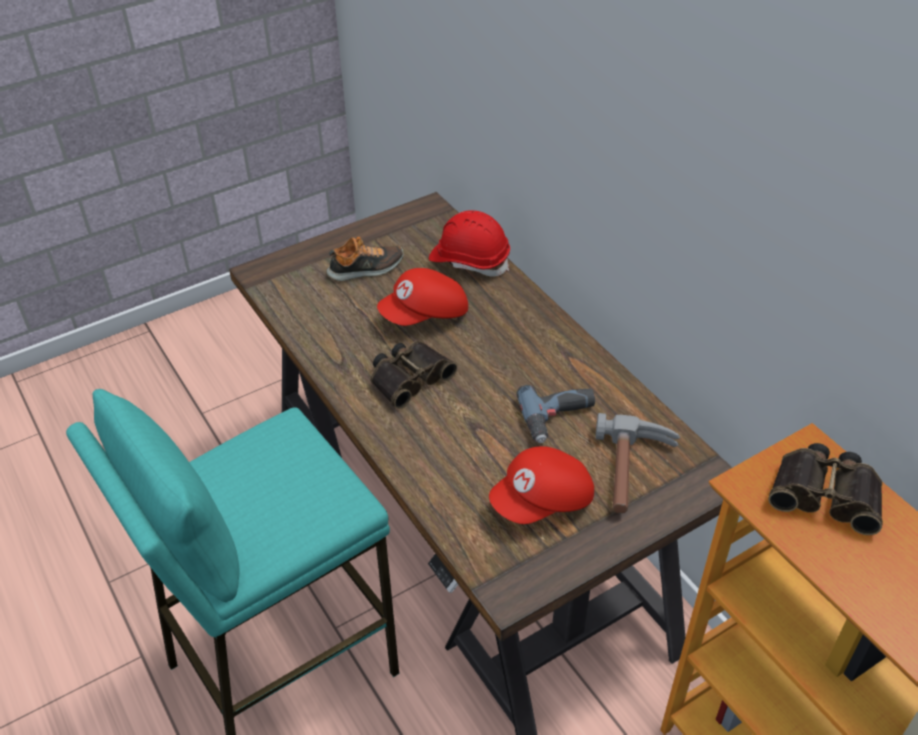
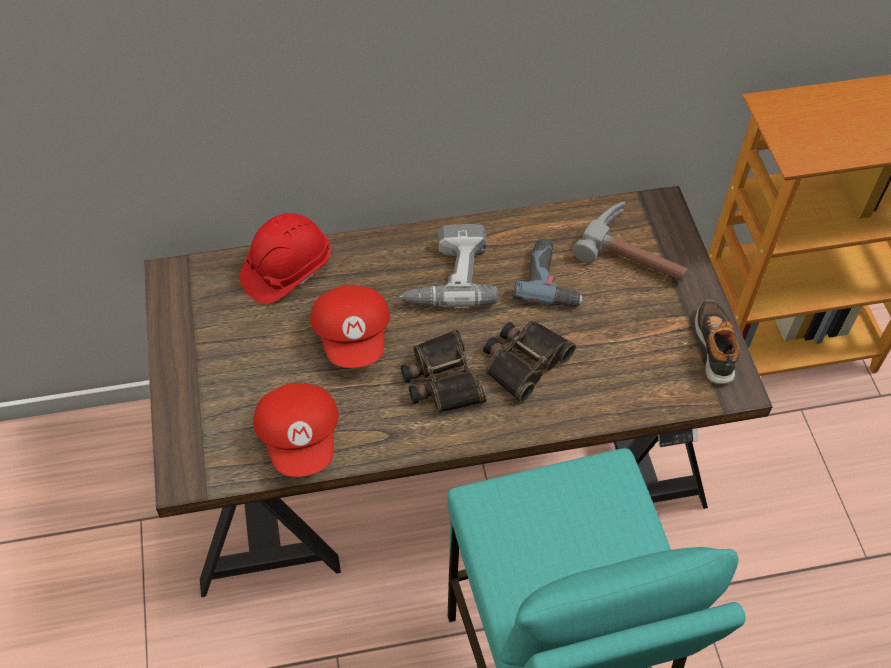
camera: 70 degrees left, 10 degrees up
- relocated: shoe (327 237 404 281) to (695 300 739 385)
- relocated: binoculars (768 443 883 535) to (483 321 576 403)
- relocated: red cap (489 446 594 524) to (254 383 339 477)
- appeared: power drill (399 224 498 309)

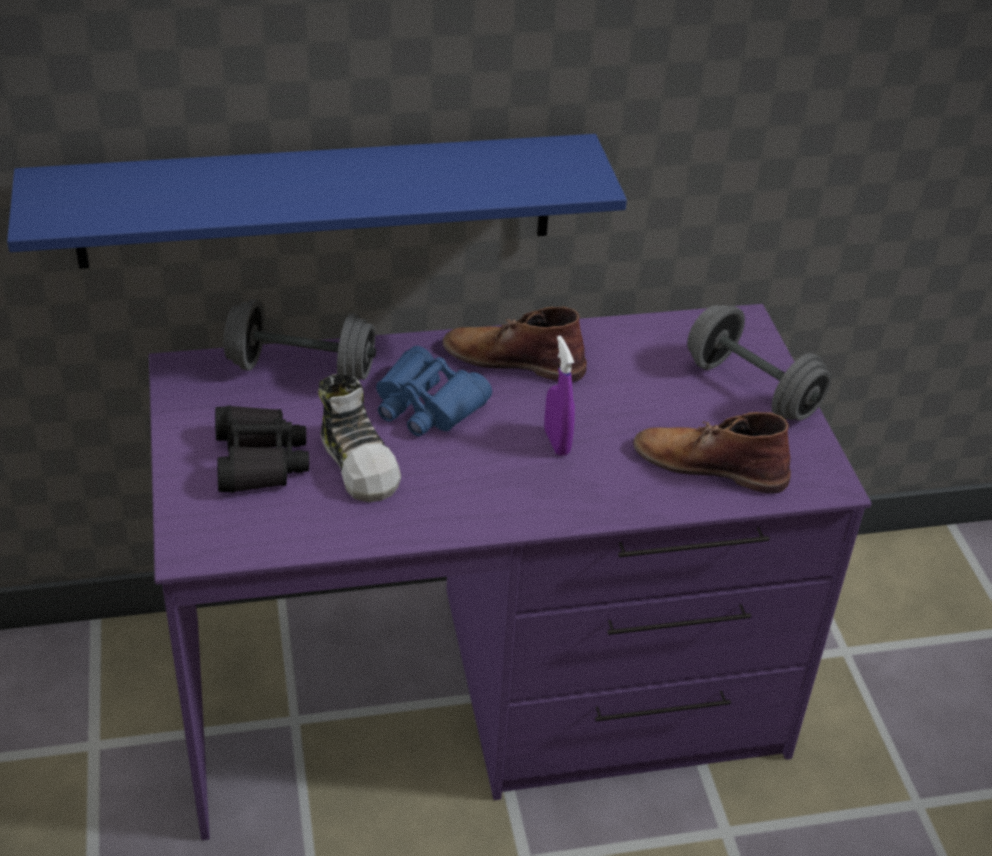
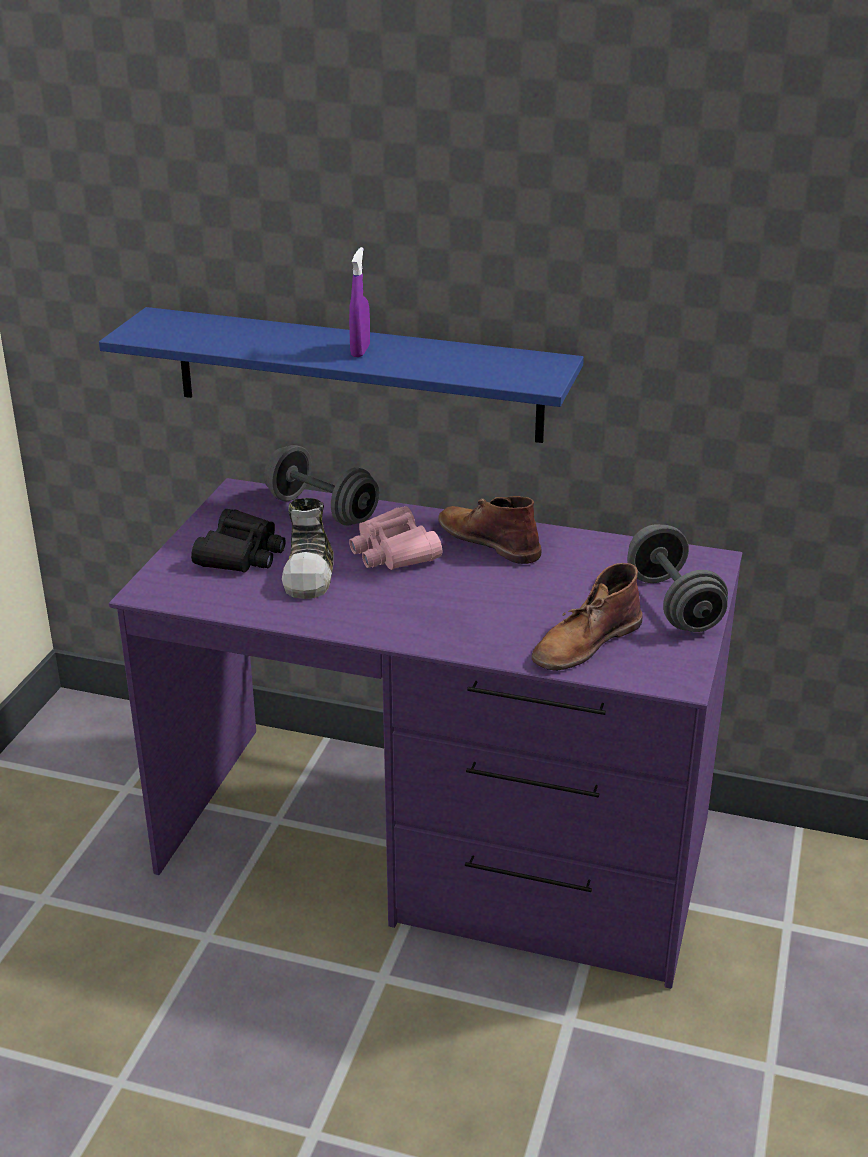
camera: 30 degrees right, 10 degrees down
- relocated: purple spray bottle (544 336 575 456) to (349 247 370 357)
- colour: blue binoculars (376 346 492 436) to pink binoculars (349 506 442 570)
- spun: brown boot (633 412 791 494) = (532 563 643 671) 90 degrees counterclockwise

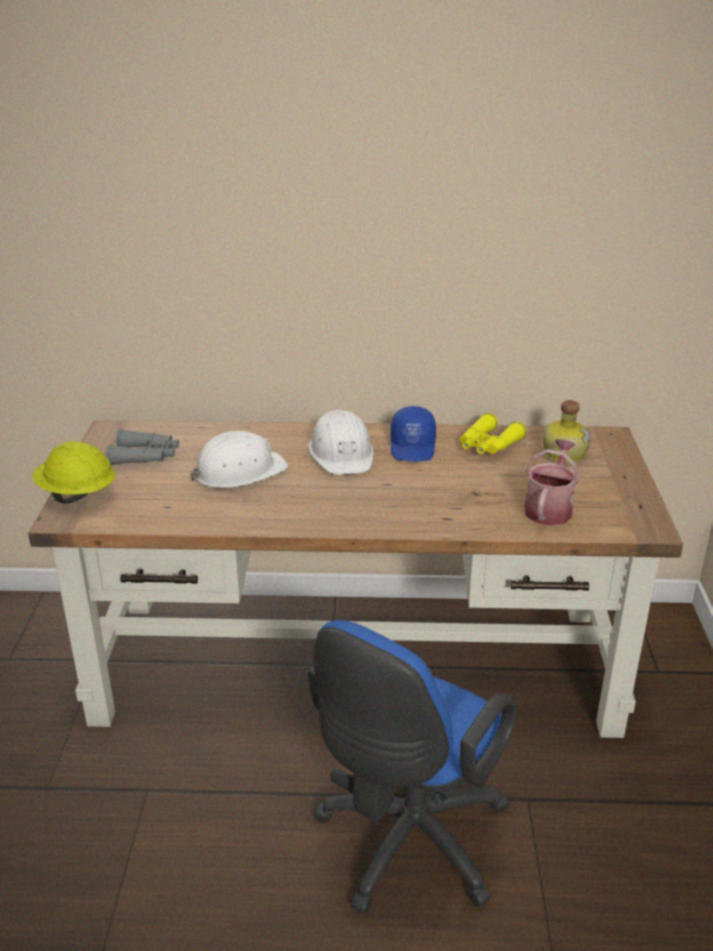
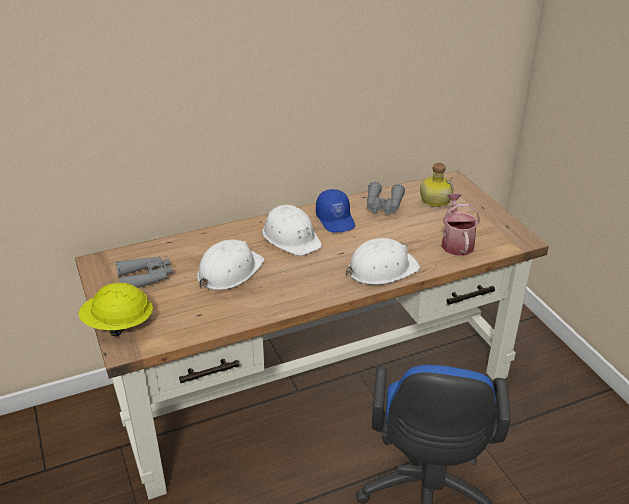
camera: 25 degrees left, 5 degrees up
- colour: yellow binoculars (460 413 527 454) to grey binoculars (367 182 405 214)
- appeared: white hard hat (346 238 420 285)

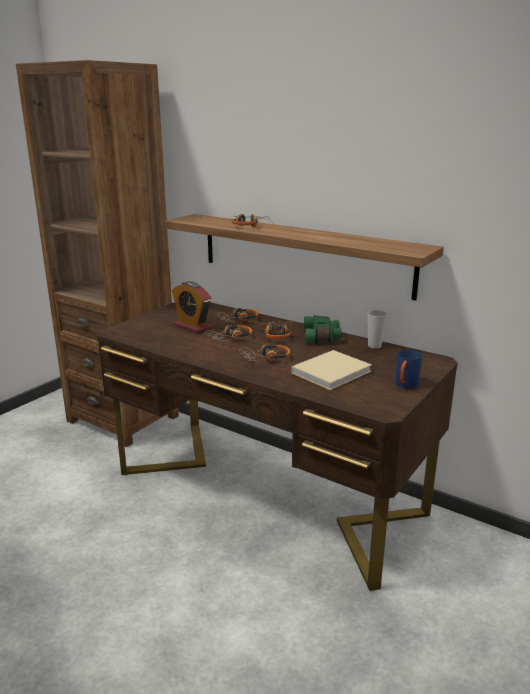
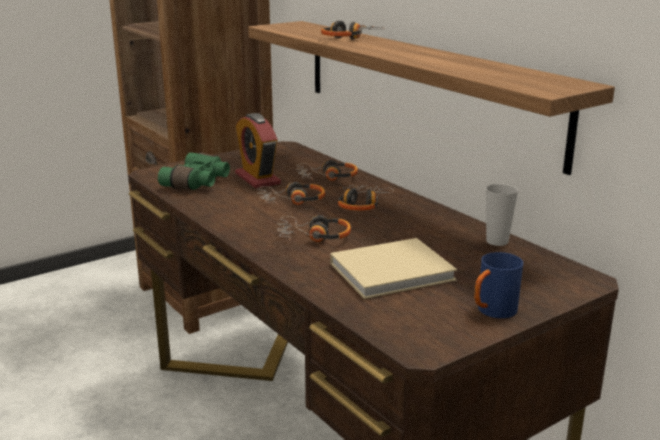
camera: 20 degrees right, 0 degrees up
- relocated: green binoculars (304 315 341 344) to (158 153 230 190)

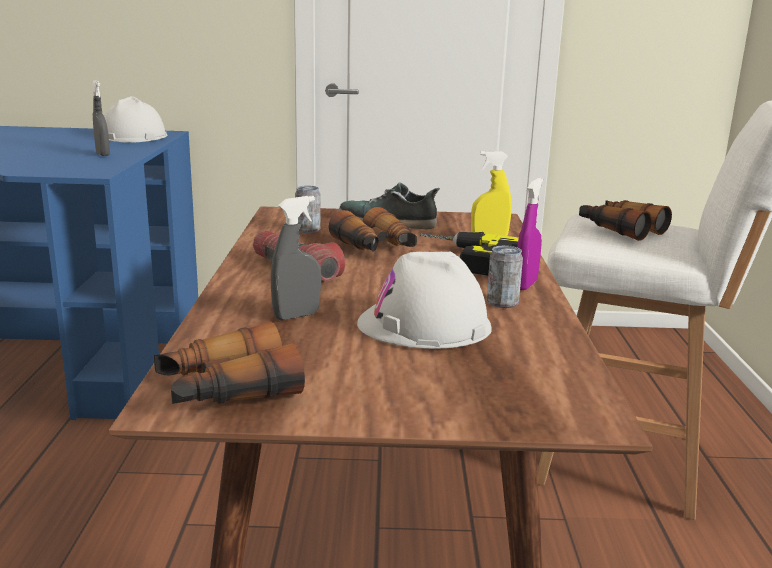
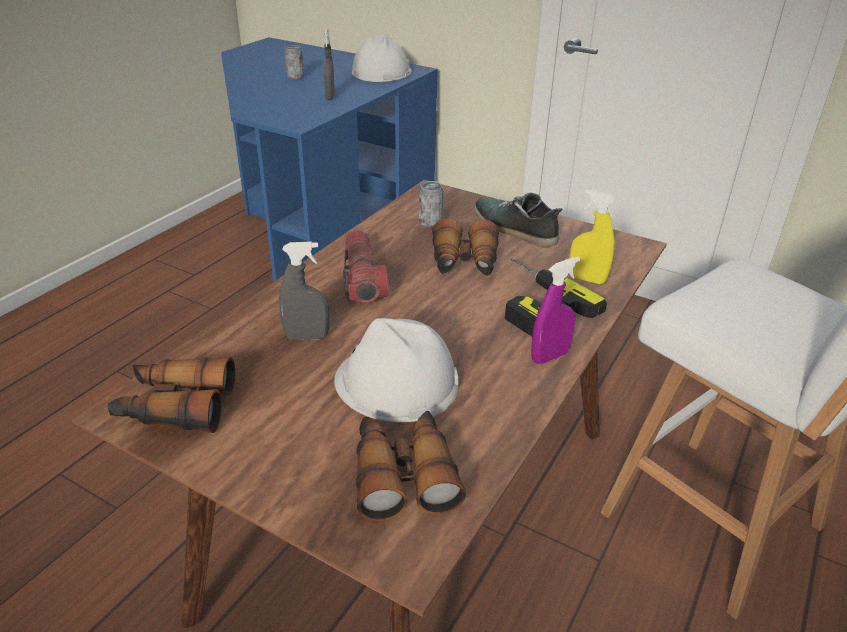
camera: 30 degrees right, 15 degrees up
- relocated: binoculars (579 200 672 241) to (356 411 466 521)
- relocated: can (487 246 523 308) to (285 45 304 80)

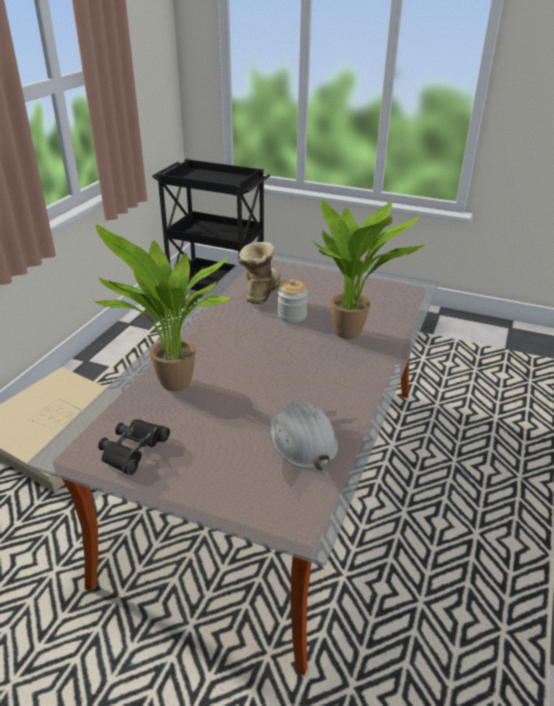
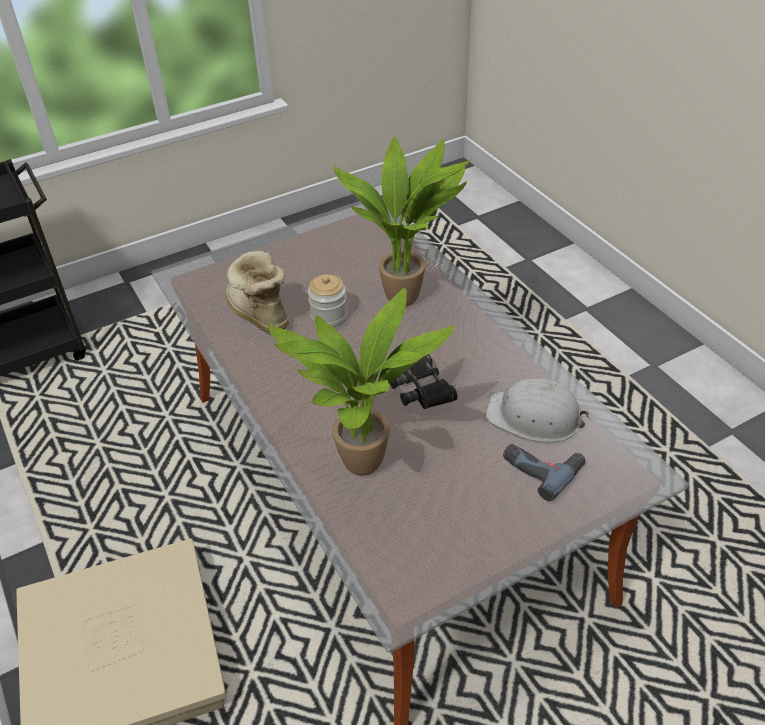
camera: 50 degrees left, 10 degrees up
- relocated: black binoculars (98 419 170 475) to (390 354 458 409)
- appeared: power drill (503 444 585 501)

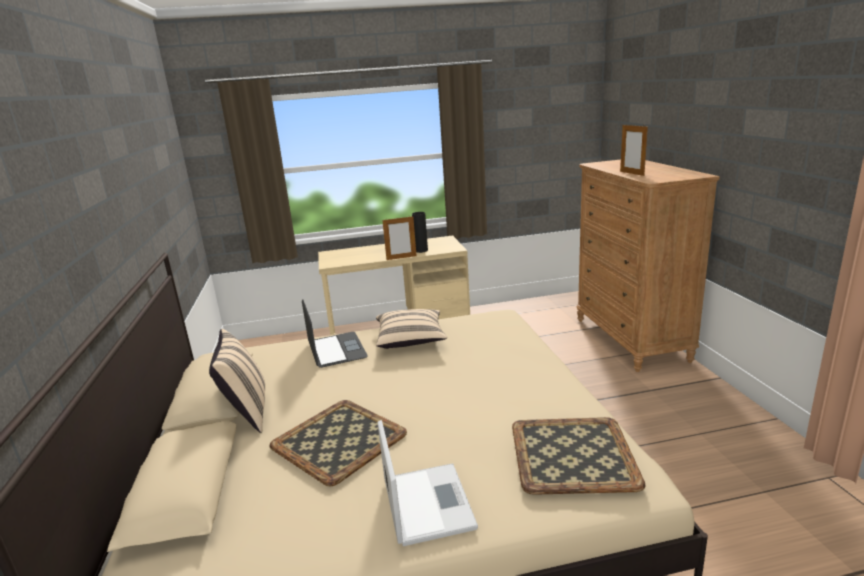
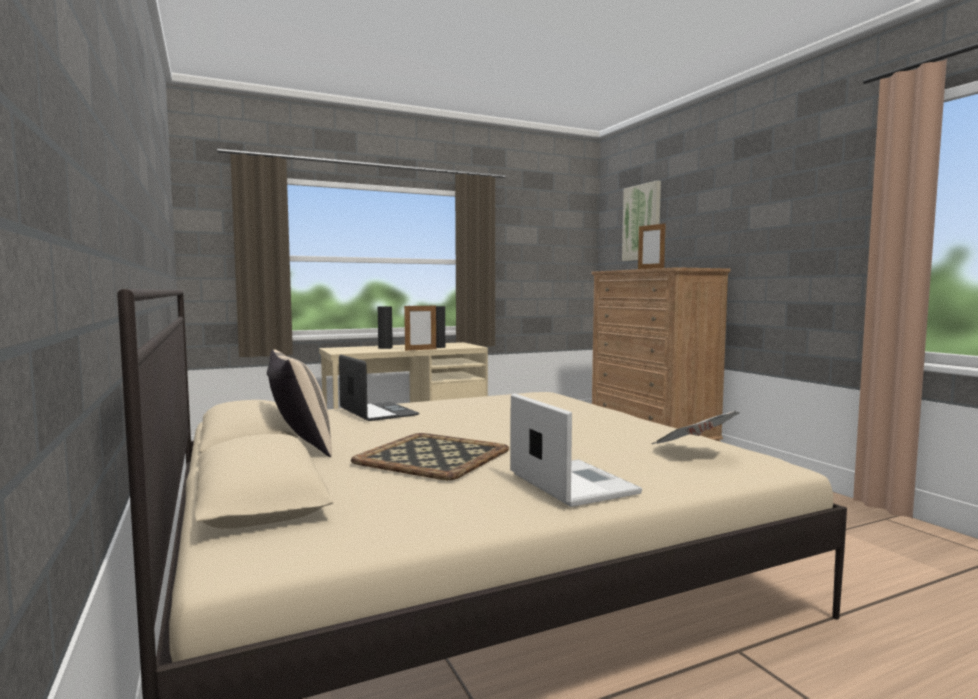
camera: 15 degrees left, 15 degrees down
- missing: beige pillow (376 309 447 349)
- exchanged: tray (512 417 646 495) to newspaper (651 410 740 444)
- appeared: picture (622 180 661 261)
- appeared: black vase (378 306 393 349)

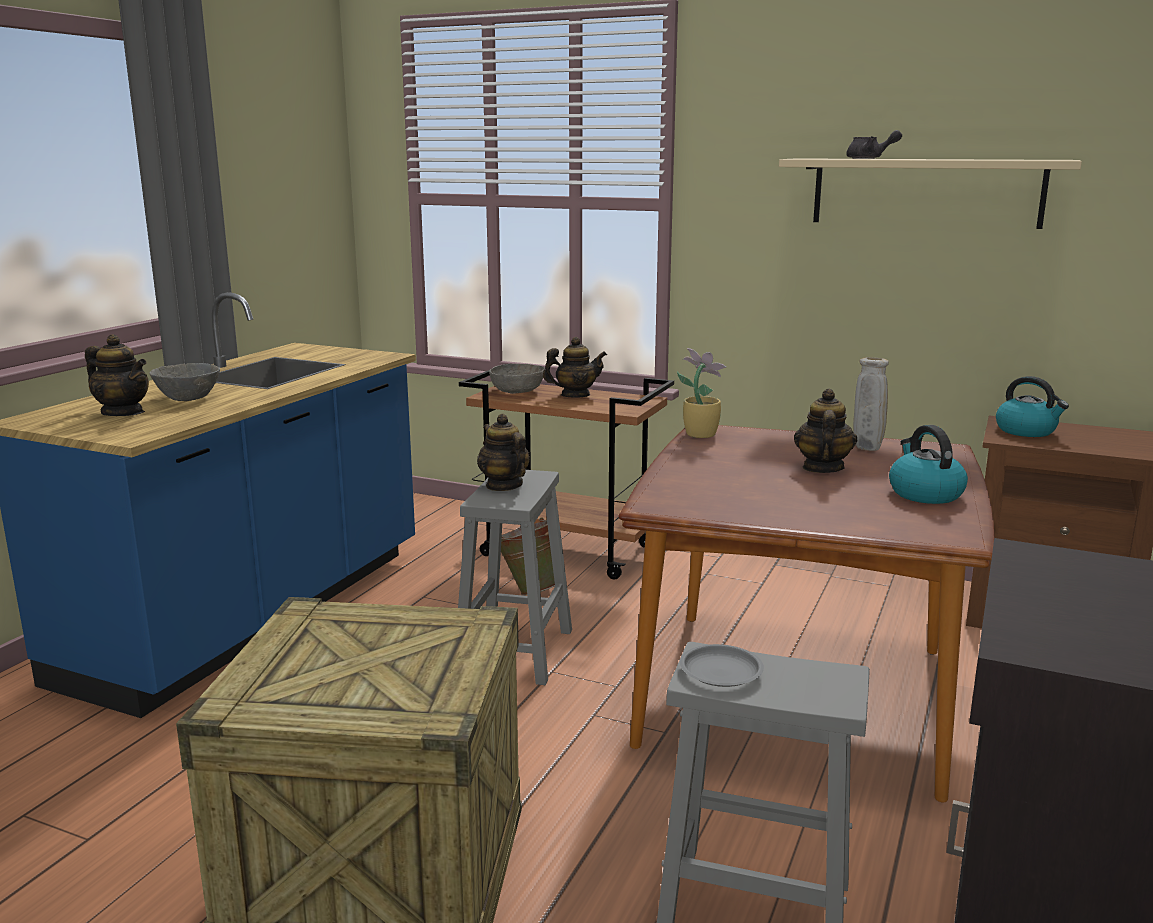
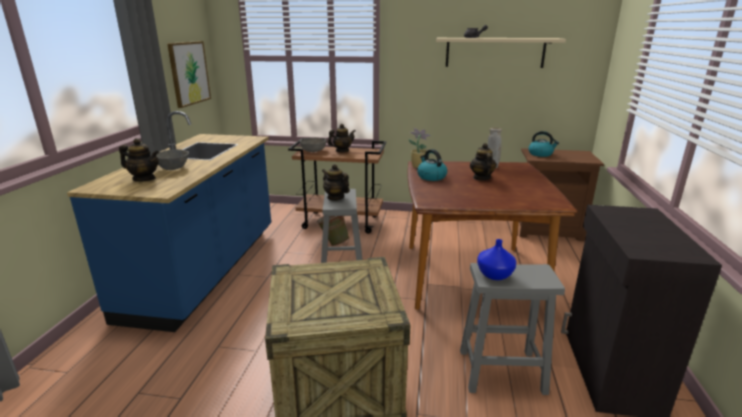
camera: 15 degrees left, 5 degrees up
- relocated: kettle (889 425 968 504) to (417 149 447 181)
- exchanged: grey plate (680 644 764 687) to blue vase (477 239 516 280)
- appeared: picture (167 41 211 108)

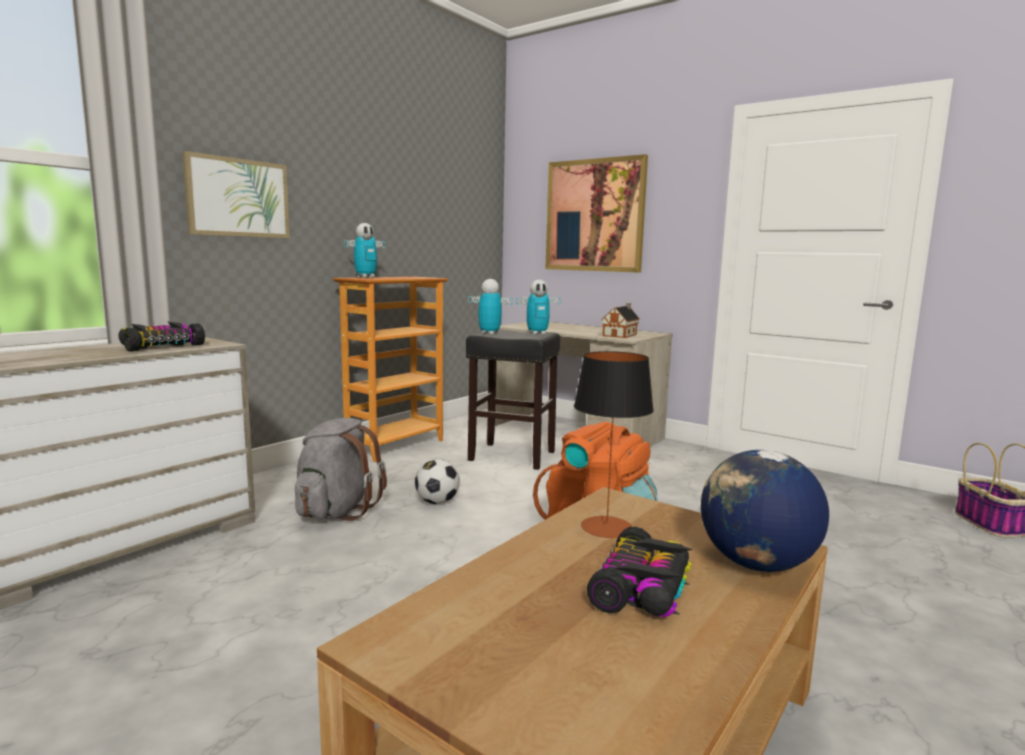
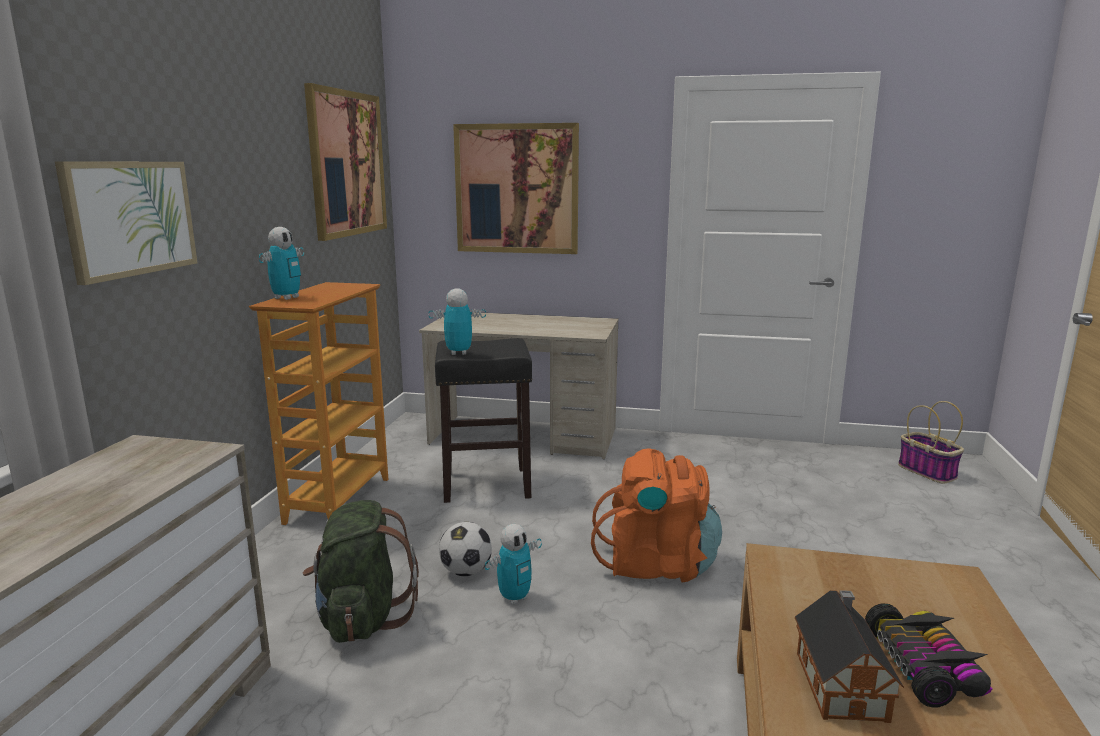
camera: 25 degrees left, 5 degrees up
- relocated: toy robot (516 280 561 335) to (485 524 542 605)
- relocated: toy house (601 303 640 338) to (795 590 904 723)
- missing: toy car (119 322 205 352)
- missing: table lamp (574 351 654 538)
- colour: grey backpack (295 418 387 521) to green backpack (303 500 419 643)
- missing: globe (701 450 829 572)
- appeared: picture (304 83 387 241)

